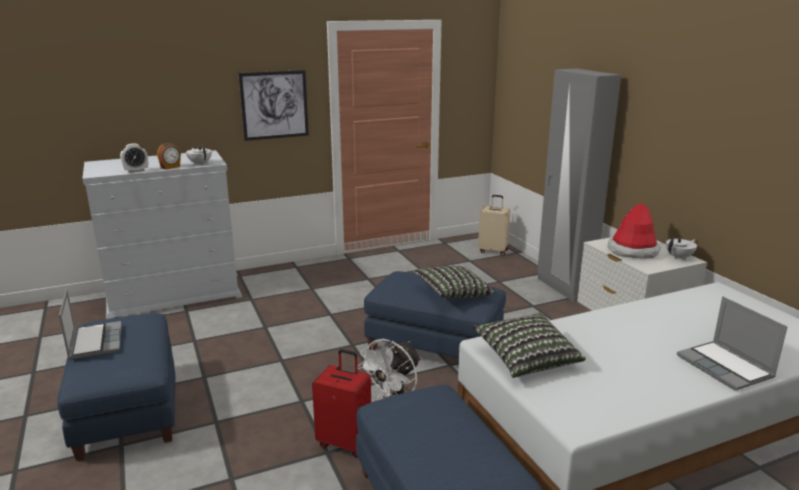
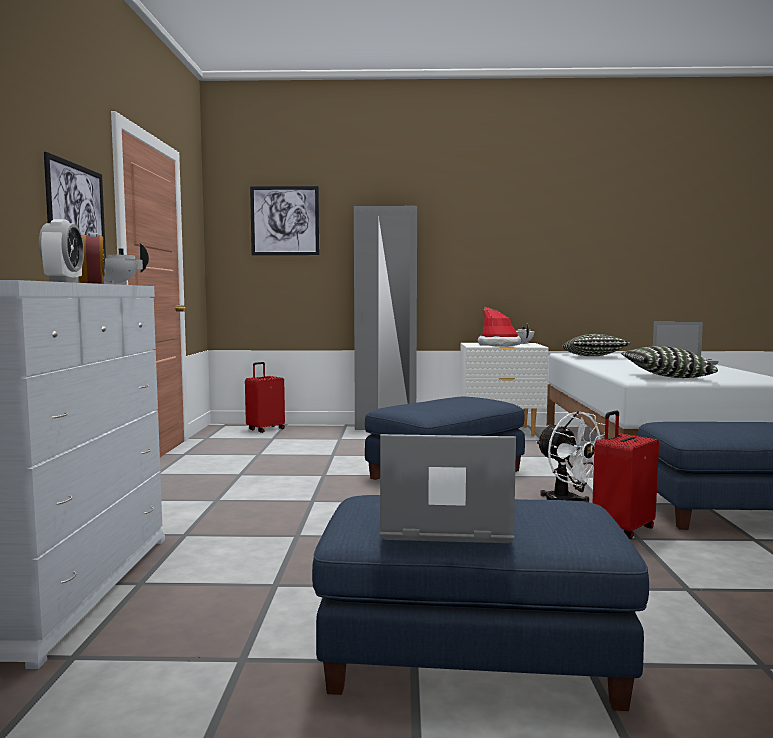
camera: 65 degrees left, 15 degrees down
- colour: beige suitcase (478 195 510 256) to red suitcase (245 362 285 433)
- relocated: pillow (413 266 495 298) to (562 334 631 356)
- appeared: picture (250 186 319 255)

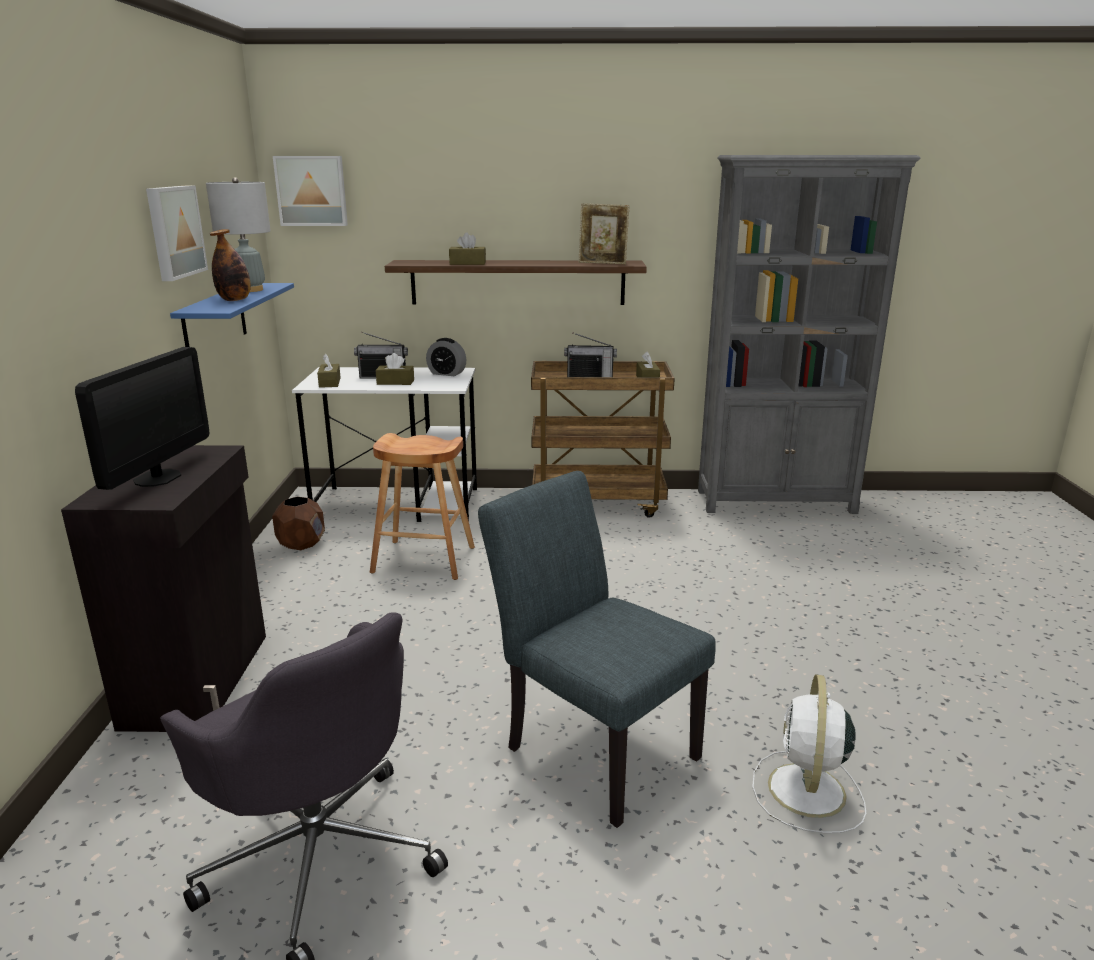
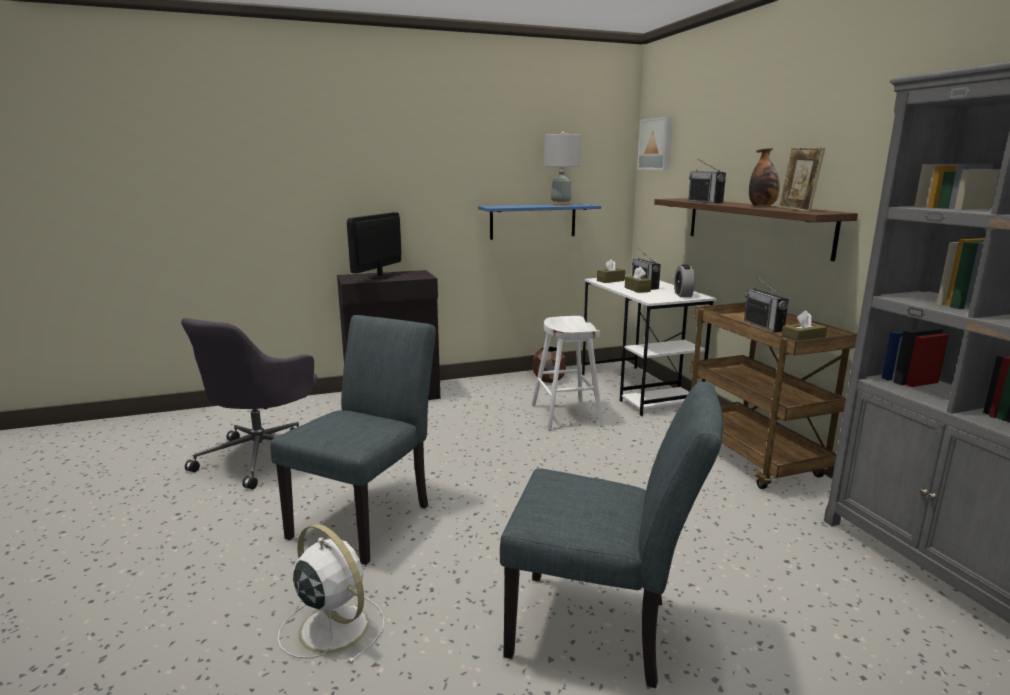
camera: 70 degrees right, 5 degrees down
- missing: picture (146 186 208 281)
- relocated: bottle (209 229 251 301) to (749 148 780 207)
- exchanged: brown tissue box (449 232 486 265) to radio (688 159 726 203)
- spun: monitor (75 347 209 490) = (347 212 402 279) 120 degrees clockwise
- colour: brown stool (370 433 475 580) to white stool (532 316 603 431)
- spun: white fan (752 674 866 834) = (278 524 384 664) 45 degrees clockwise
- appeared: grey chair (500 381 723 688)

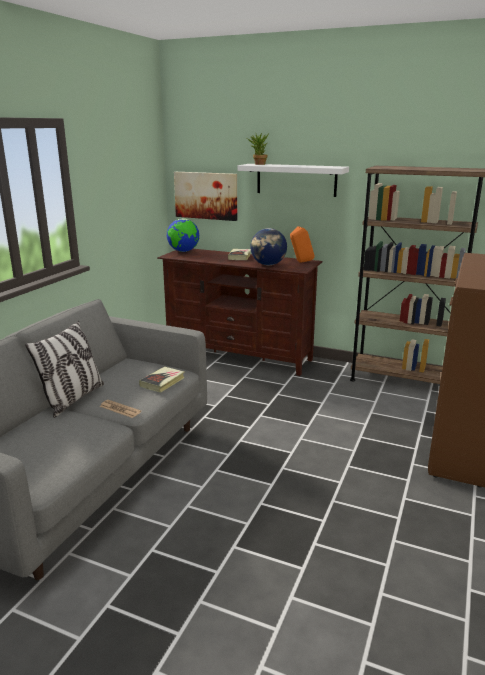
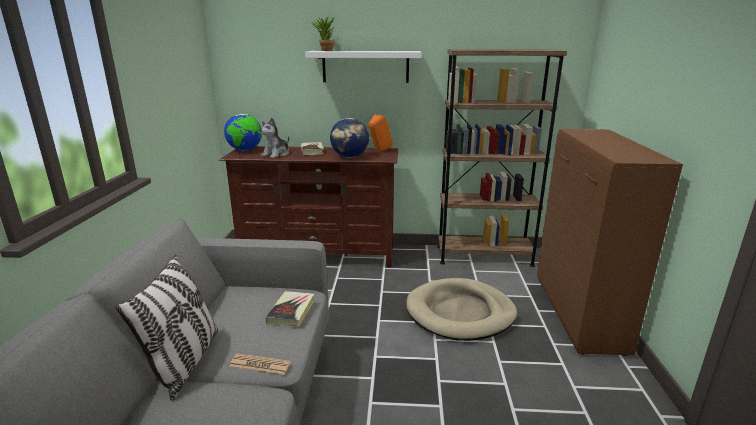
camera: 20 degrees left, 0 degrees up
- missing: picture (174 172 237 221)
- appeared: plush toy (260 118 289 158)
- appeared: beige dog bed (406 278 517 341)

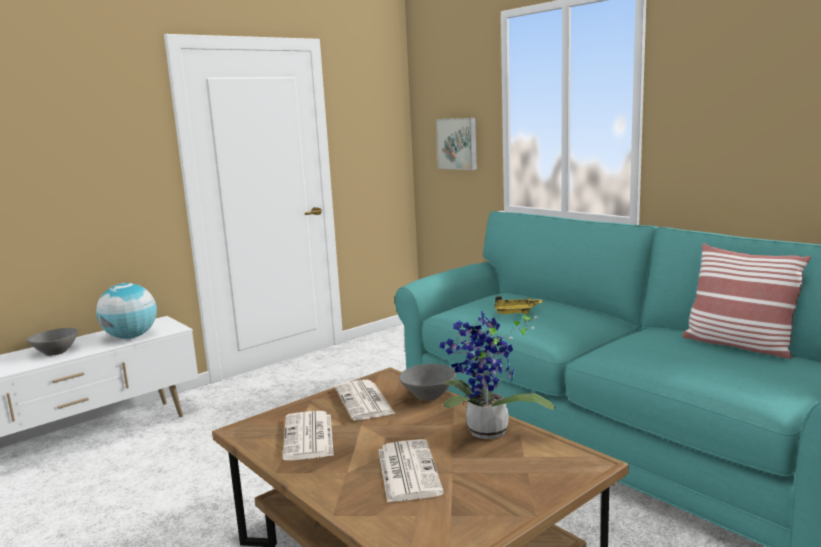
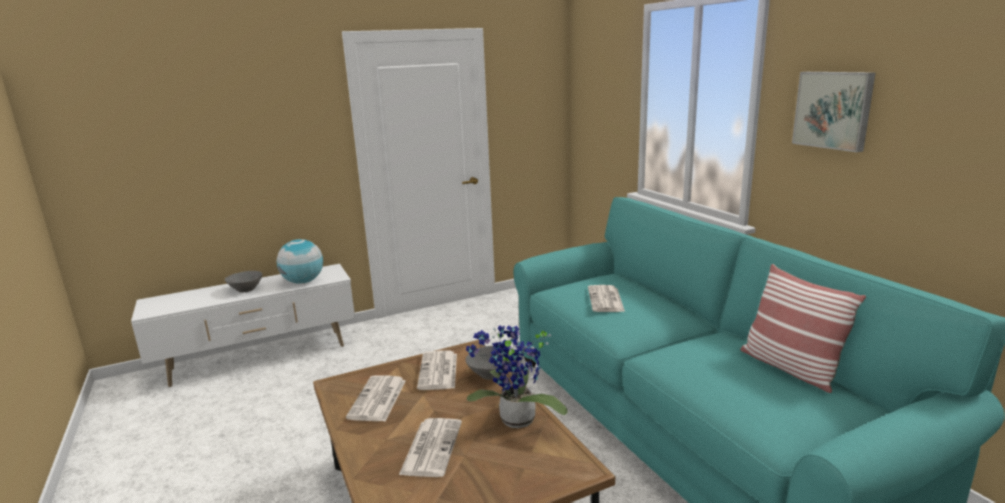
camera: 15 degrees right, 5 degrees up
- relocated: picture (436 118 477 170) to (792 72 876 152)
- exchanged: yellow tray (495 296 542 314) to newspaper (588 285 625 312)

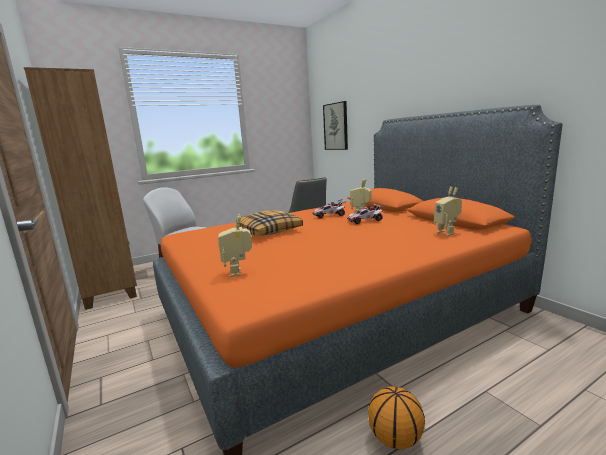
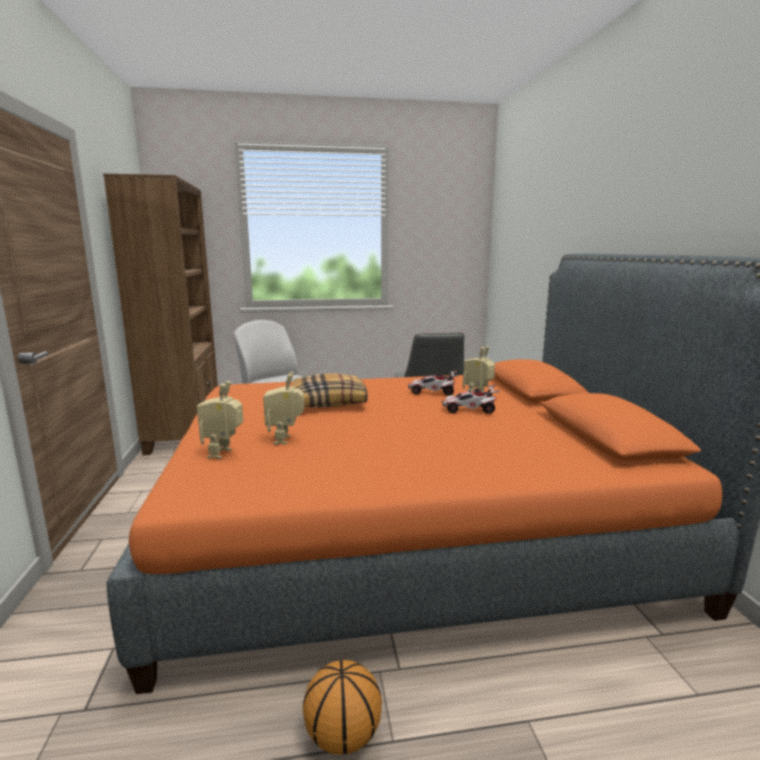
camera: 20 degrees right, 0 degrees up
- missing: picture (323 101 348 150)
- relocated: toy robot (434 186 462 236) to (263 372 304 444)

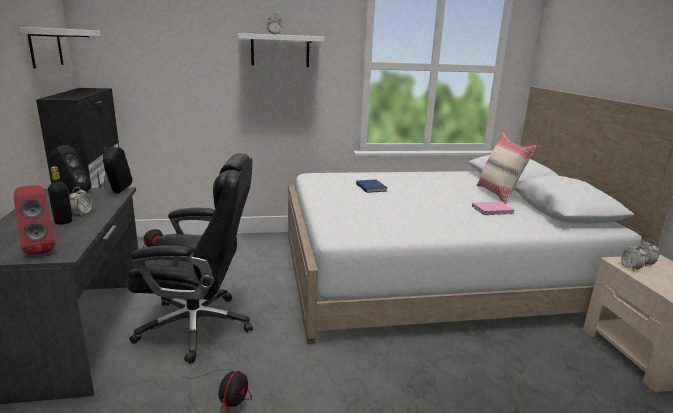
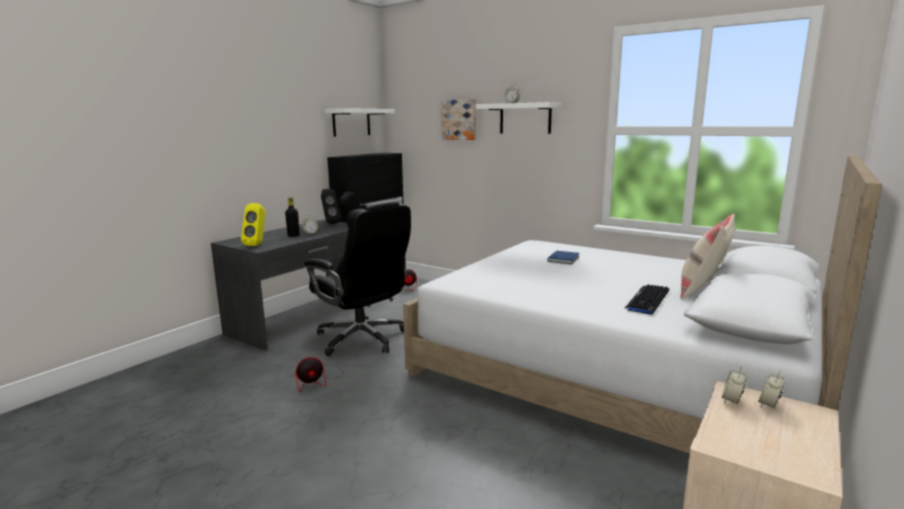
camera: 45 degrees right, 5 degrees down
- colour: red speaker (14 185 55 255) to yellow speaker (241 203 266 246)
- exchanged: pink book (472 202 515 215) to keyboard (624 285 669 315)
- appeared: picture (441 99 476 140)

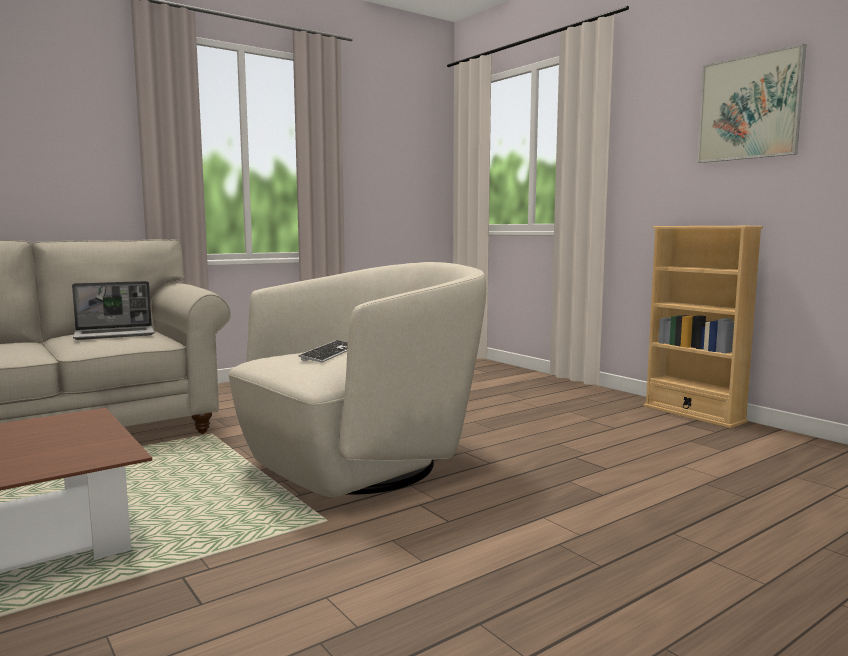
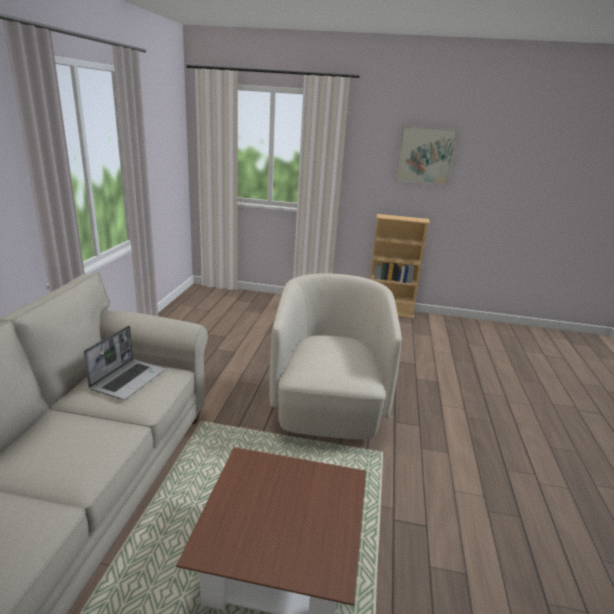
camera: 45 degrees left, 15 degrees up
- missing: keyboard (299 340 348 363)

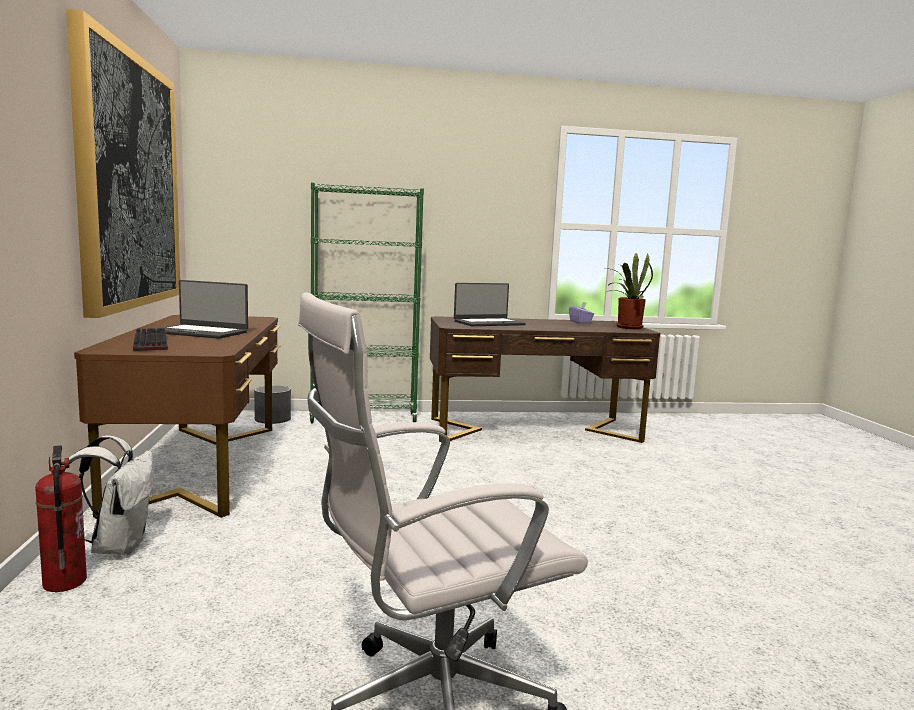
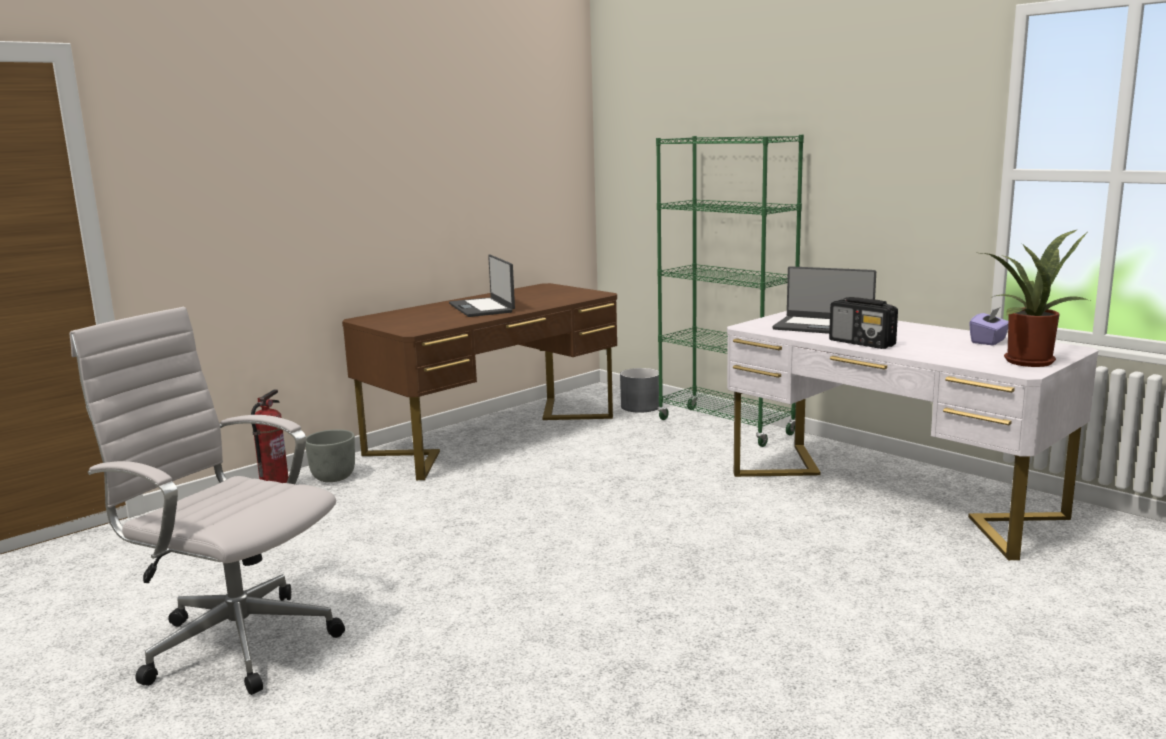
camera: 55 degrees right, 5 degrees up
- missing: picture (66 9 180 318)
- colour: brown desk (430 316 660 443) to white desk (727 311 1098 560)
- missing: keyboard (133 328 168 351)
- exchanged: white backpack (62 435 154 555) to grey planter (305 429 355 482)
- appeared: radio (829 297 898 349)

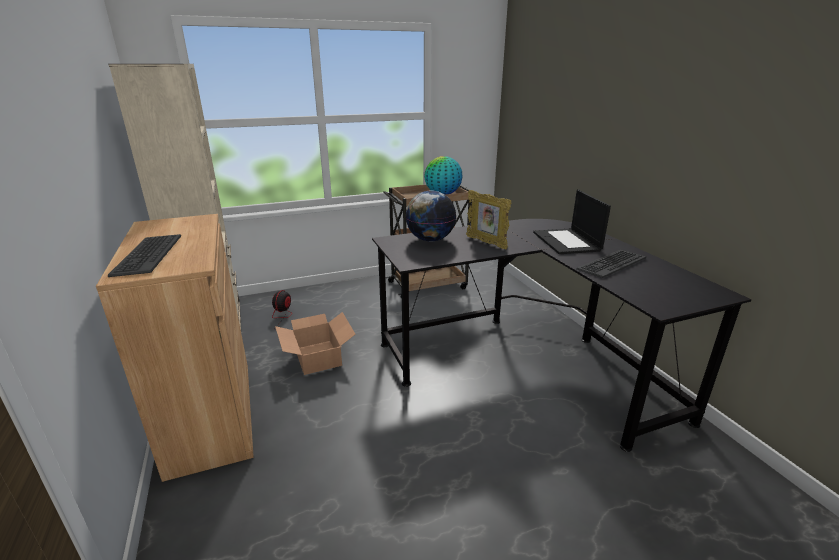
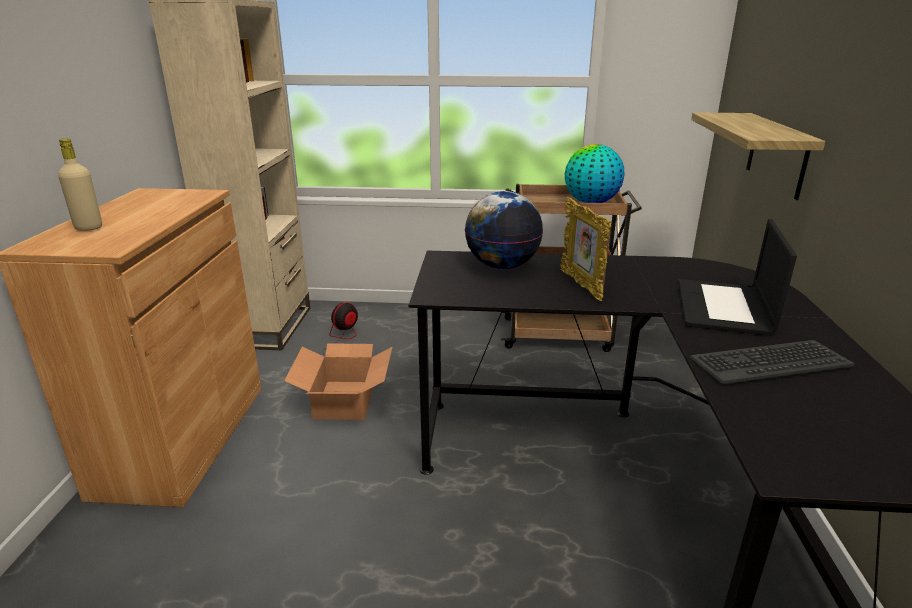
camera: 25 degrees right, 0 degrees up
- exchanged: keyboard (108 234 181 277) to beige bottle (58 139 102 231)
- appeared: shelf (691 112 825 200)

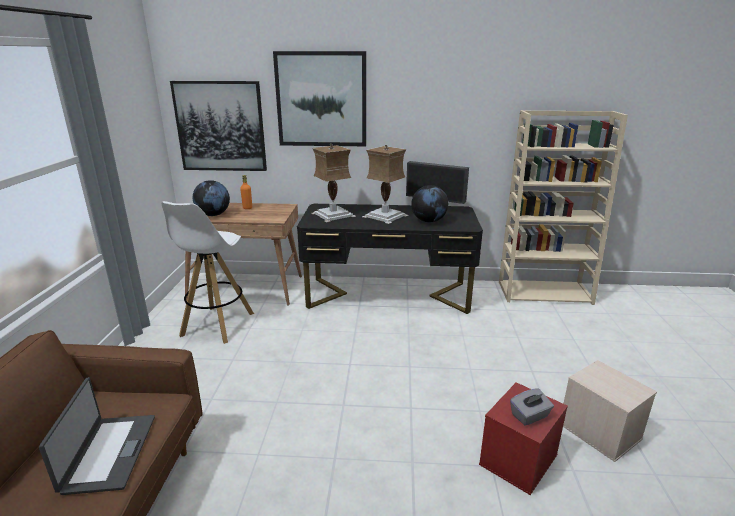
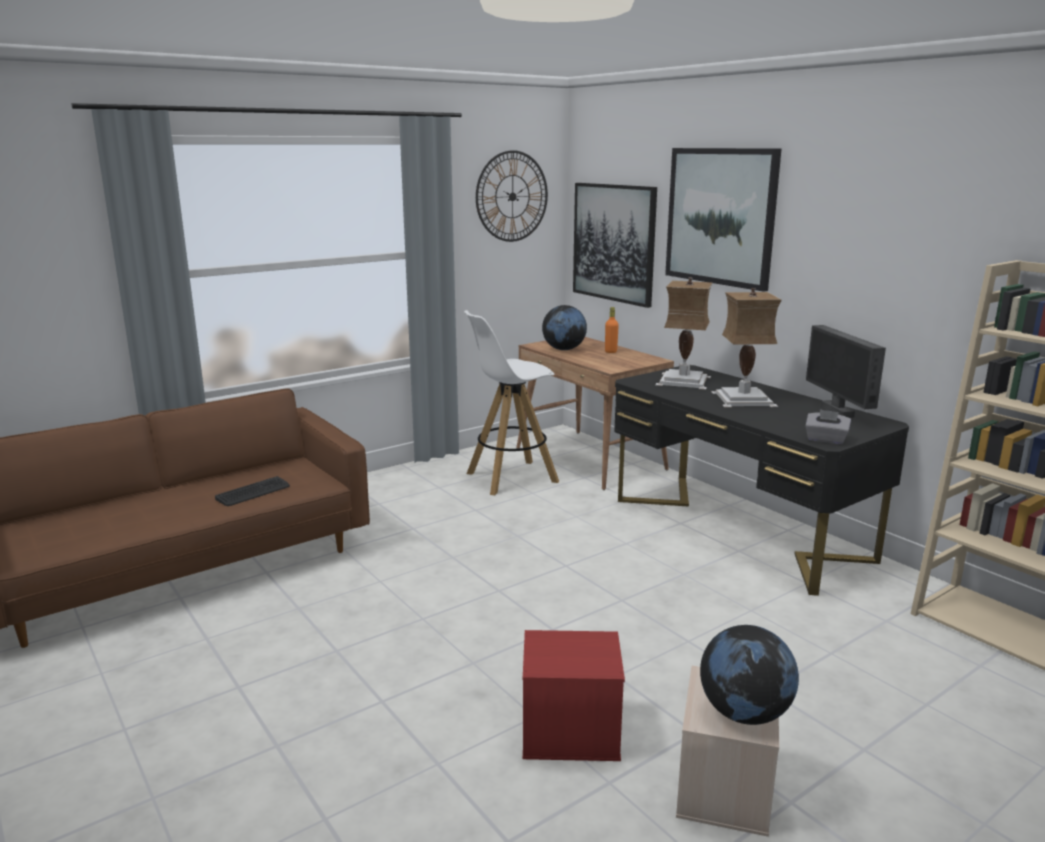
camera: 50 degrees right, 5 degrees down
- relocated: globe (411 185 448 222) to (700 625 799 725)
- exchanged: laptop (39 377 155 495) to keyboard (215 476 290 506)
- relocated: grey tissue box (510 389 554 426) to (805 409 851 444)
- appeared: wall clock (476 150 548 242)

